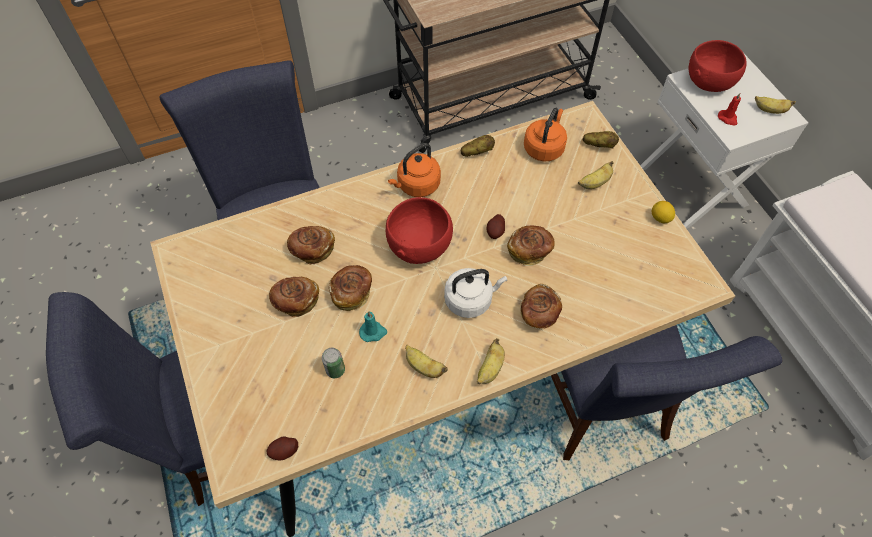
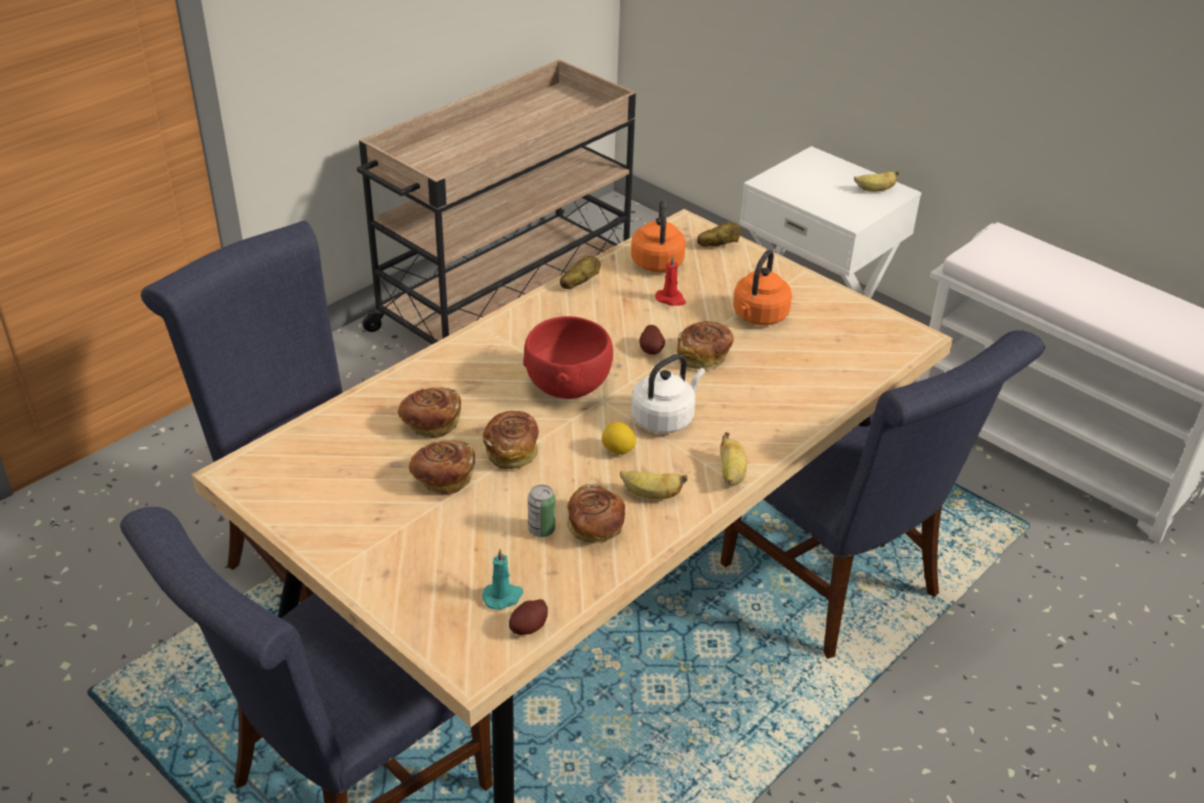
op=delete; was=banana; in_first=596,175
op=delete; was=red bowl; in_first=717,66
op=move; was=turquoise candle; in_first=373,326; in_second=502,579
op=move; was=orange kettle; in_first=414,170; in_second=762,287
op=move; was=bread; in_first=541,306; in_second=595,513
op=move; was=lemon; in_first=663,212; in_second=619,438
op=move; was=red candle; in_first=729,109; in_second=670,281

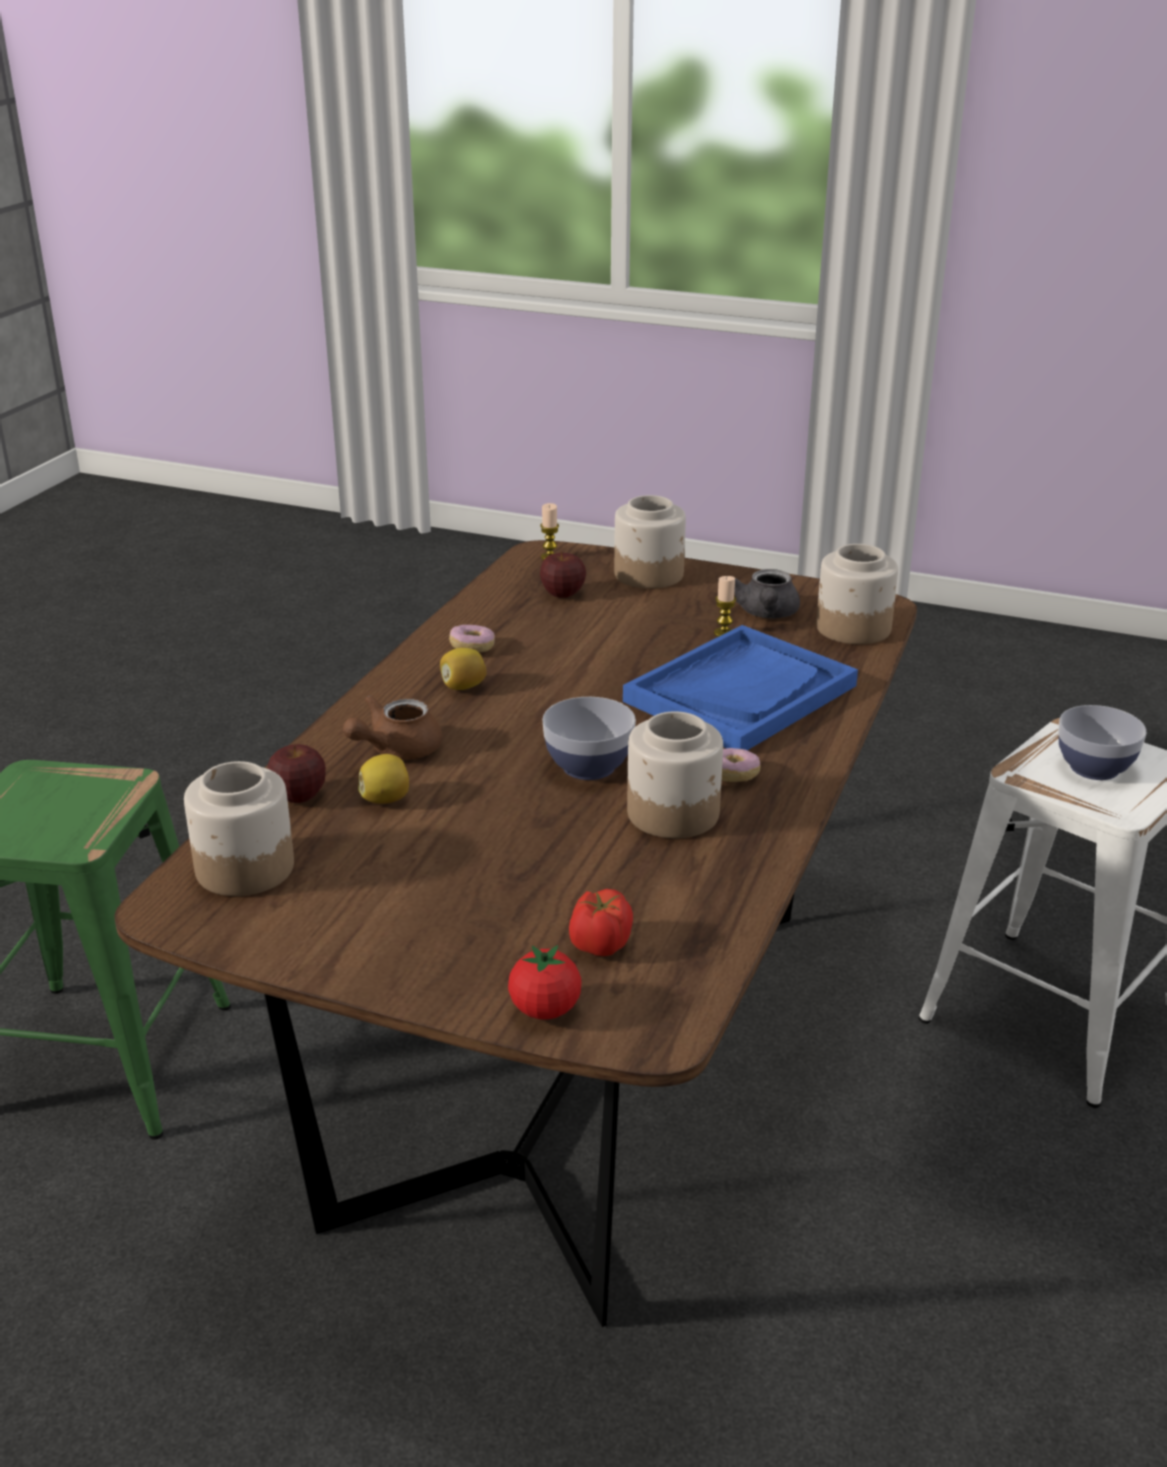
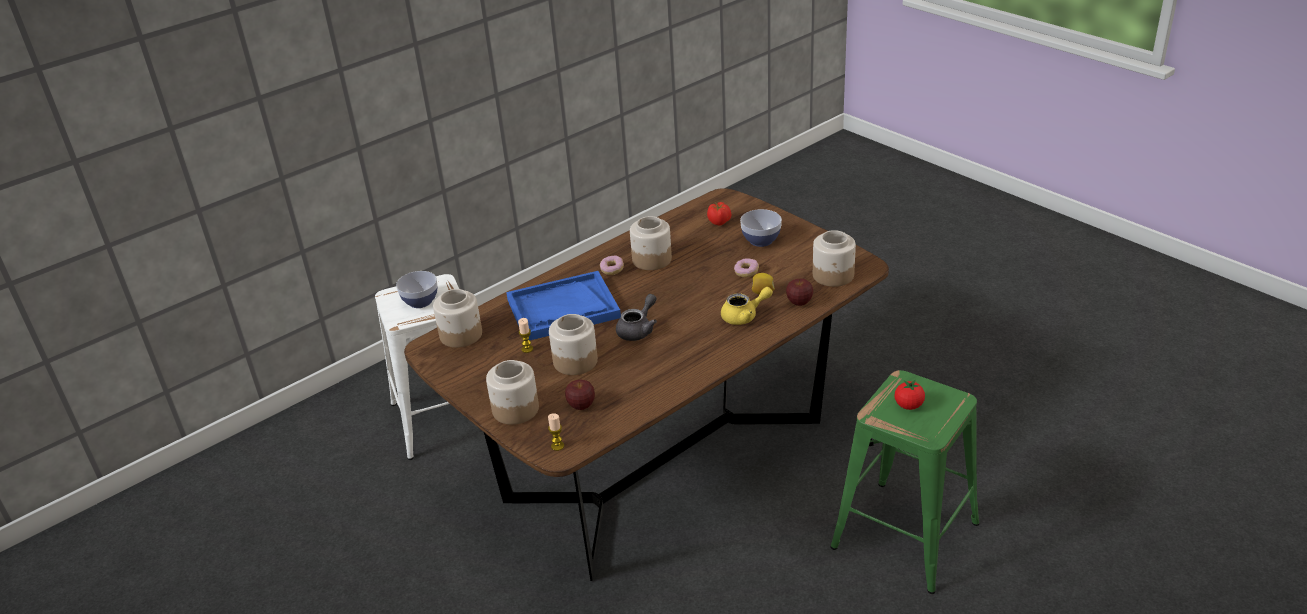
op=delete; was=lemon; in_first=463,669
op=insert; now=jar; in_second=573,344
op=move; was=donut; in_first=472,638; in_second=746,268
op=move; was=tomato; in_first=544,982; in_second=910,394
op=move; was=bowl; in_first=589,738; in_second=761,228
op=move; was=grey teapot; in_first=767,593; in_second=636,317
op=recolor; was=brown teapot; now=yellow teapot; in_first=392,727; in_second=747,306

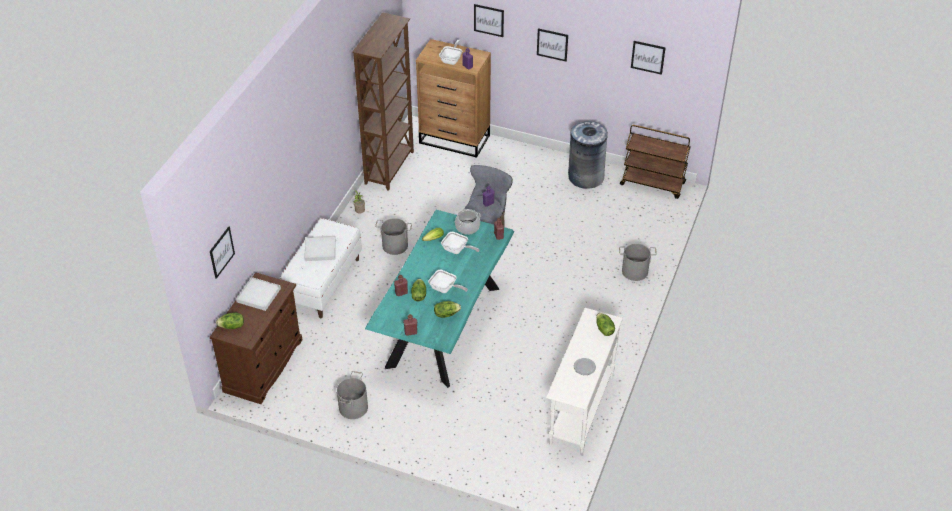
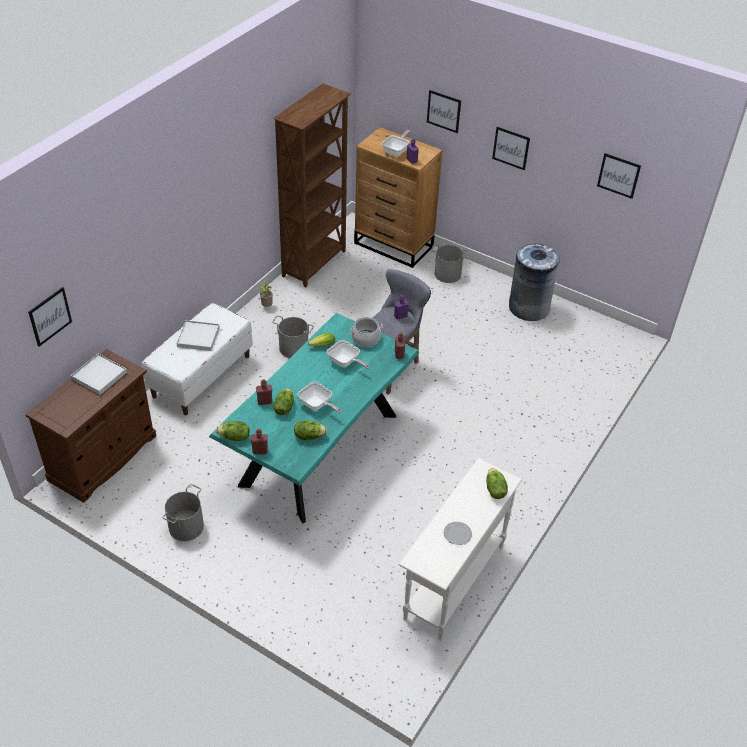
op=delete; was=brown cart; in_first=655,162
op=move; was=lettuce; in_first=230,320; in_second=232,431
op=move; was=grey bucket; in_first=638,262; in_second=450,264

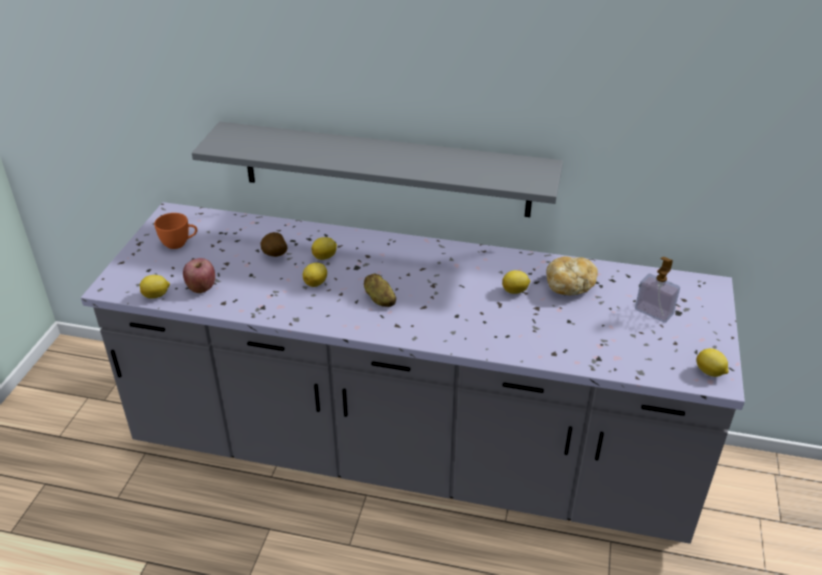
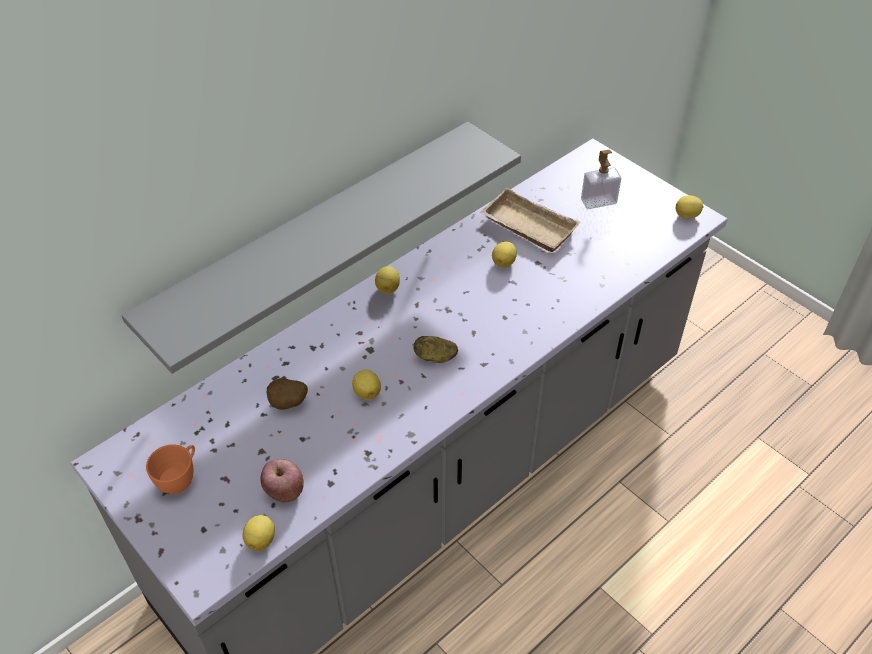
op=move; was=lemon; in_first=324,248; in_second=387,280
op=replace; was=bread; now=beige tray; in_first=572,275; in_second=530,220

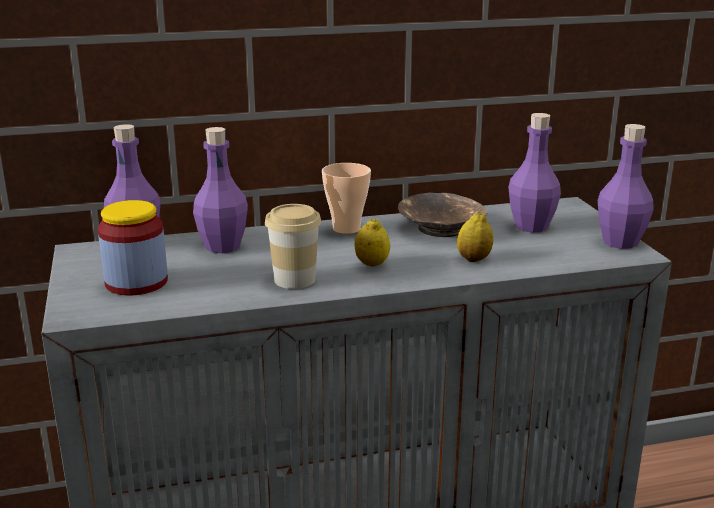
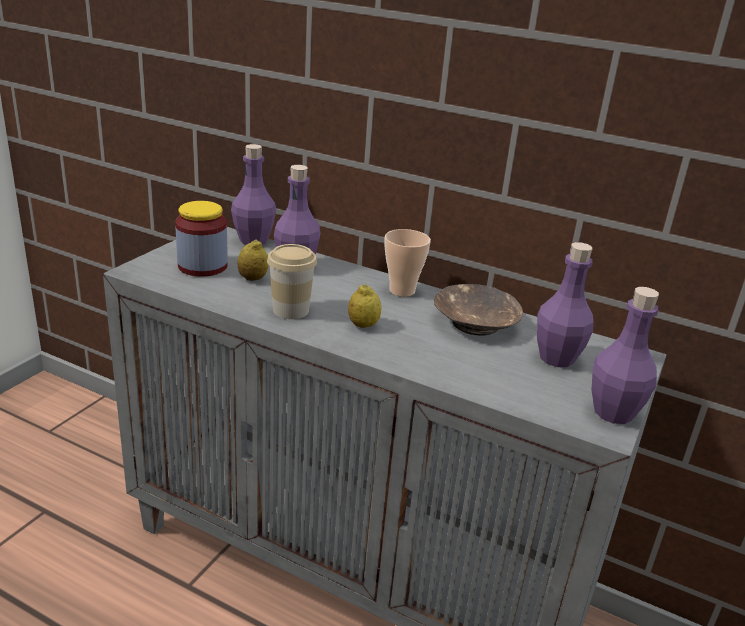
op=move; was=lemon; in_first=475,237; in_second=253,260

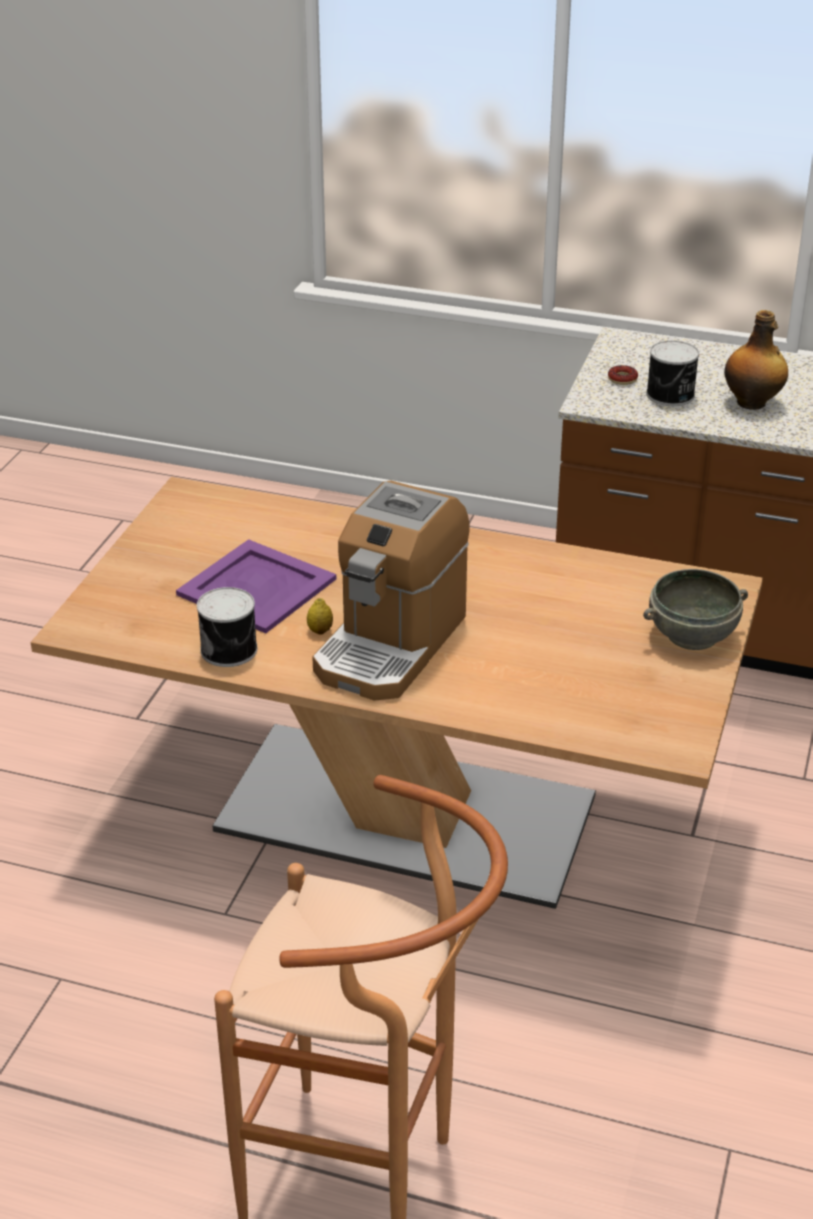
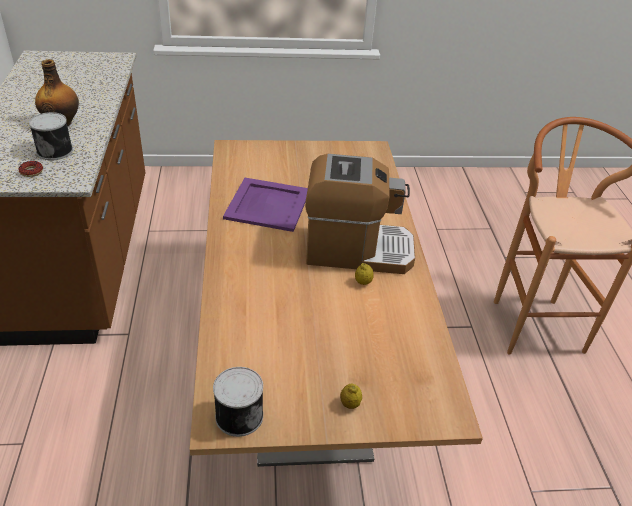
op=delete; was=grey bowl; in_first=695,609
op=insert; now=lemon; in_second=351,396
op=move; was=purple tray; in_first=256,586; in_second=265,205
op=move; was=can; in_first=227,627; in_second=238,402

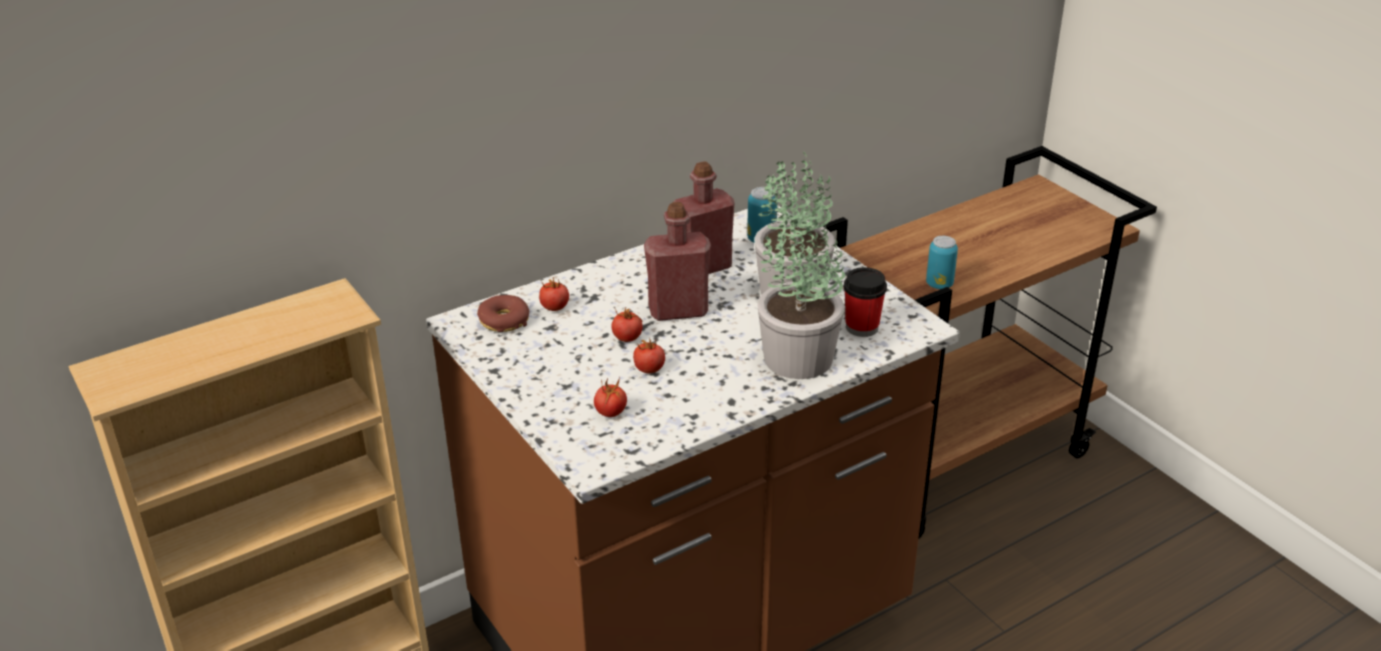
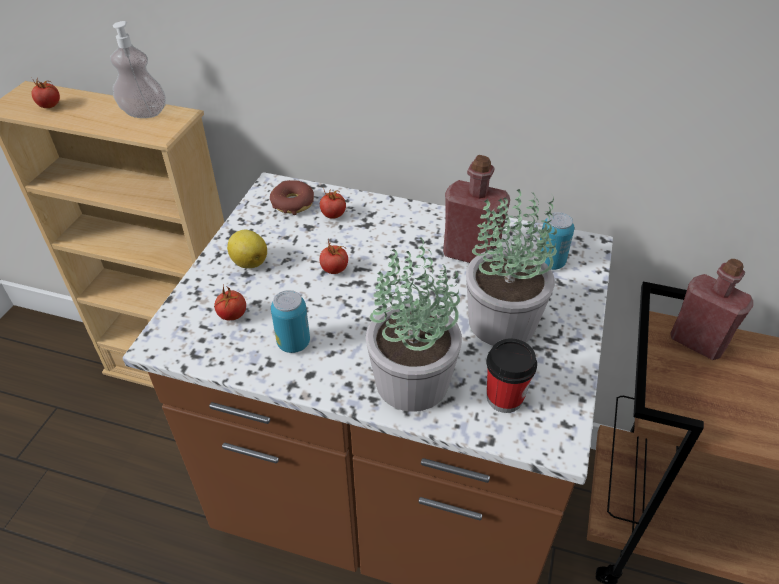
op=insert; now=soap dispenser; in_second=138,69
op=insert; now=lemon; in_second=247,249
op=move; was=tomato; in_first=649,355; in_second=45,92
op=move; was=red bottle; in_first=677,261; in_second=712,309
op=move; was=can; in_first=942,262; in_second=290,321

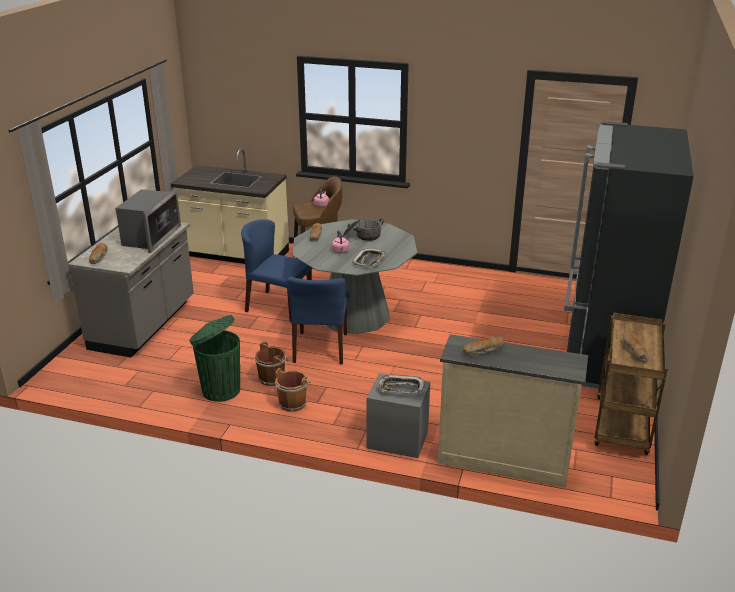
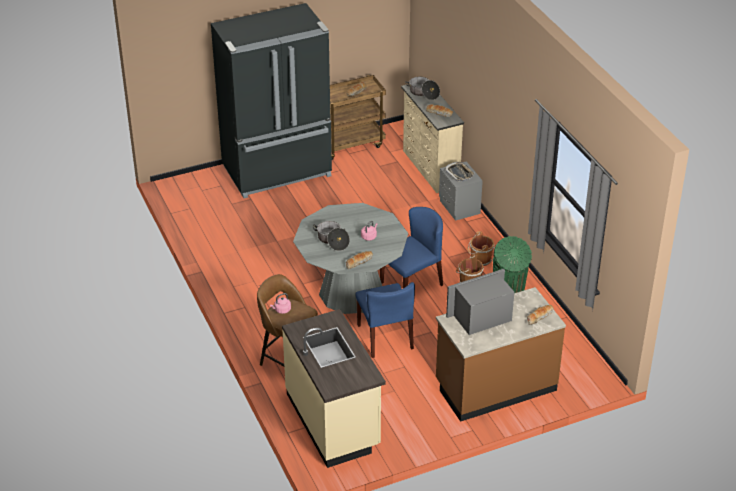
op=delete; was=tray; in_first=369,257
op=insert; now=cooking pot; in_second=422,88
op=recolor; was=grey counter; now=brown counter; in_first=131,290; in_second=501,354

